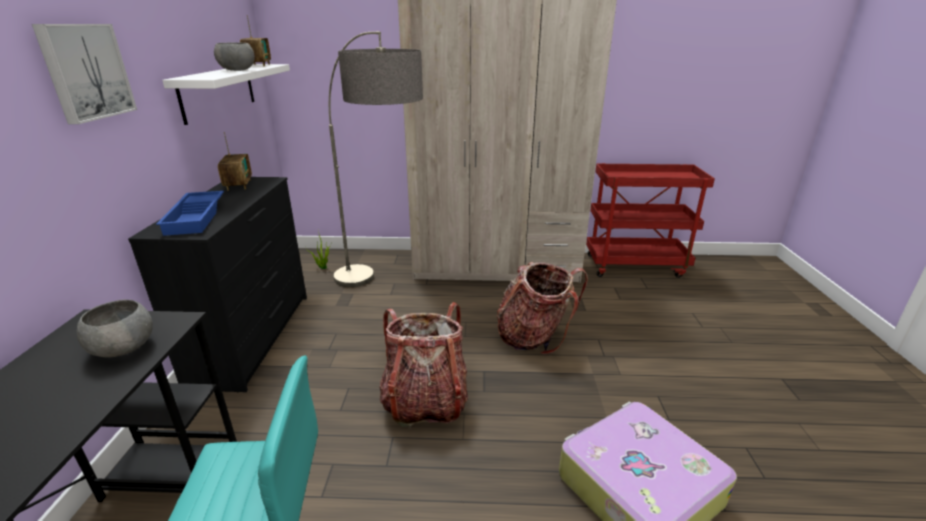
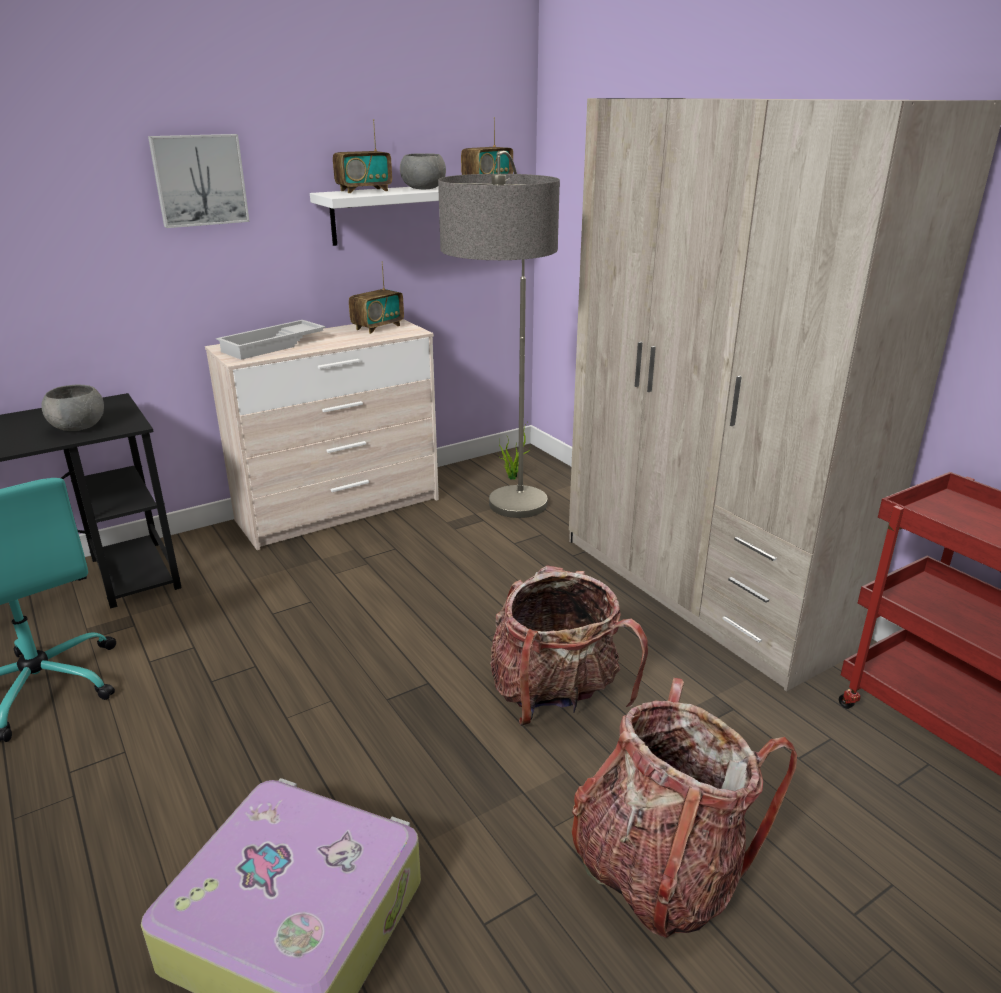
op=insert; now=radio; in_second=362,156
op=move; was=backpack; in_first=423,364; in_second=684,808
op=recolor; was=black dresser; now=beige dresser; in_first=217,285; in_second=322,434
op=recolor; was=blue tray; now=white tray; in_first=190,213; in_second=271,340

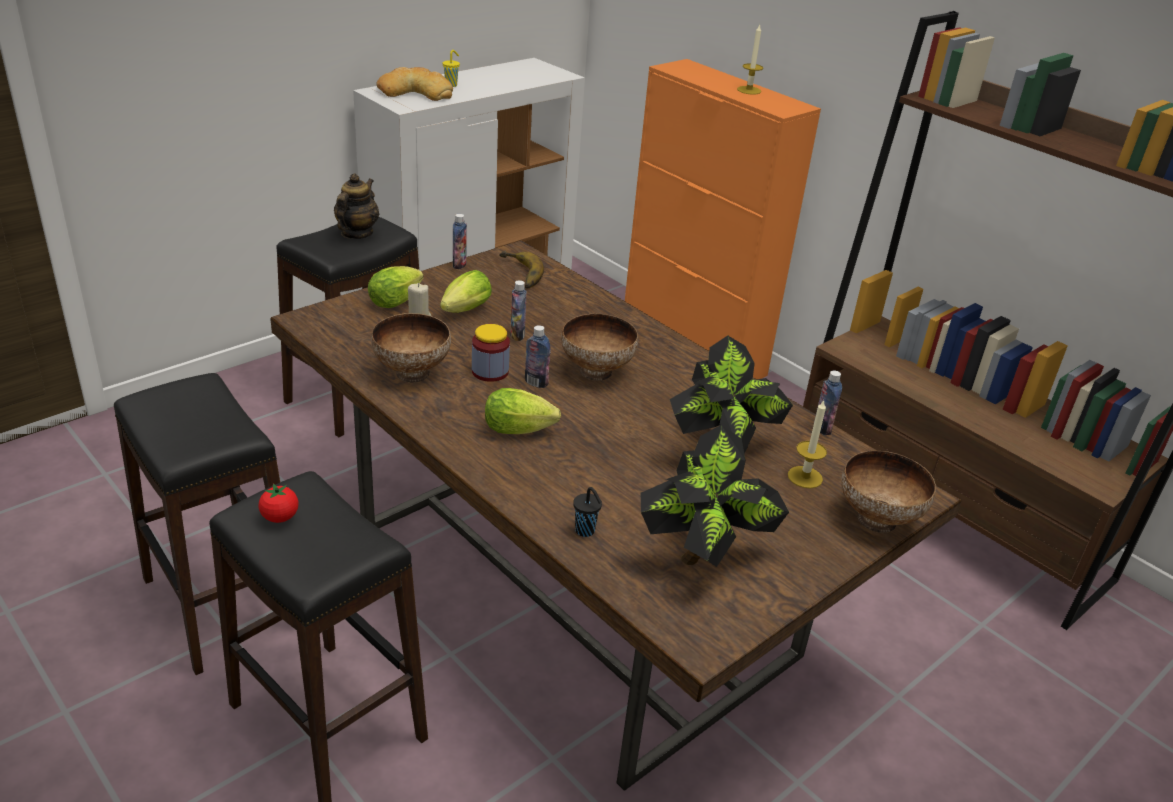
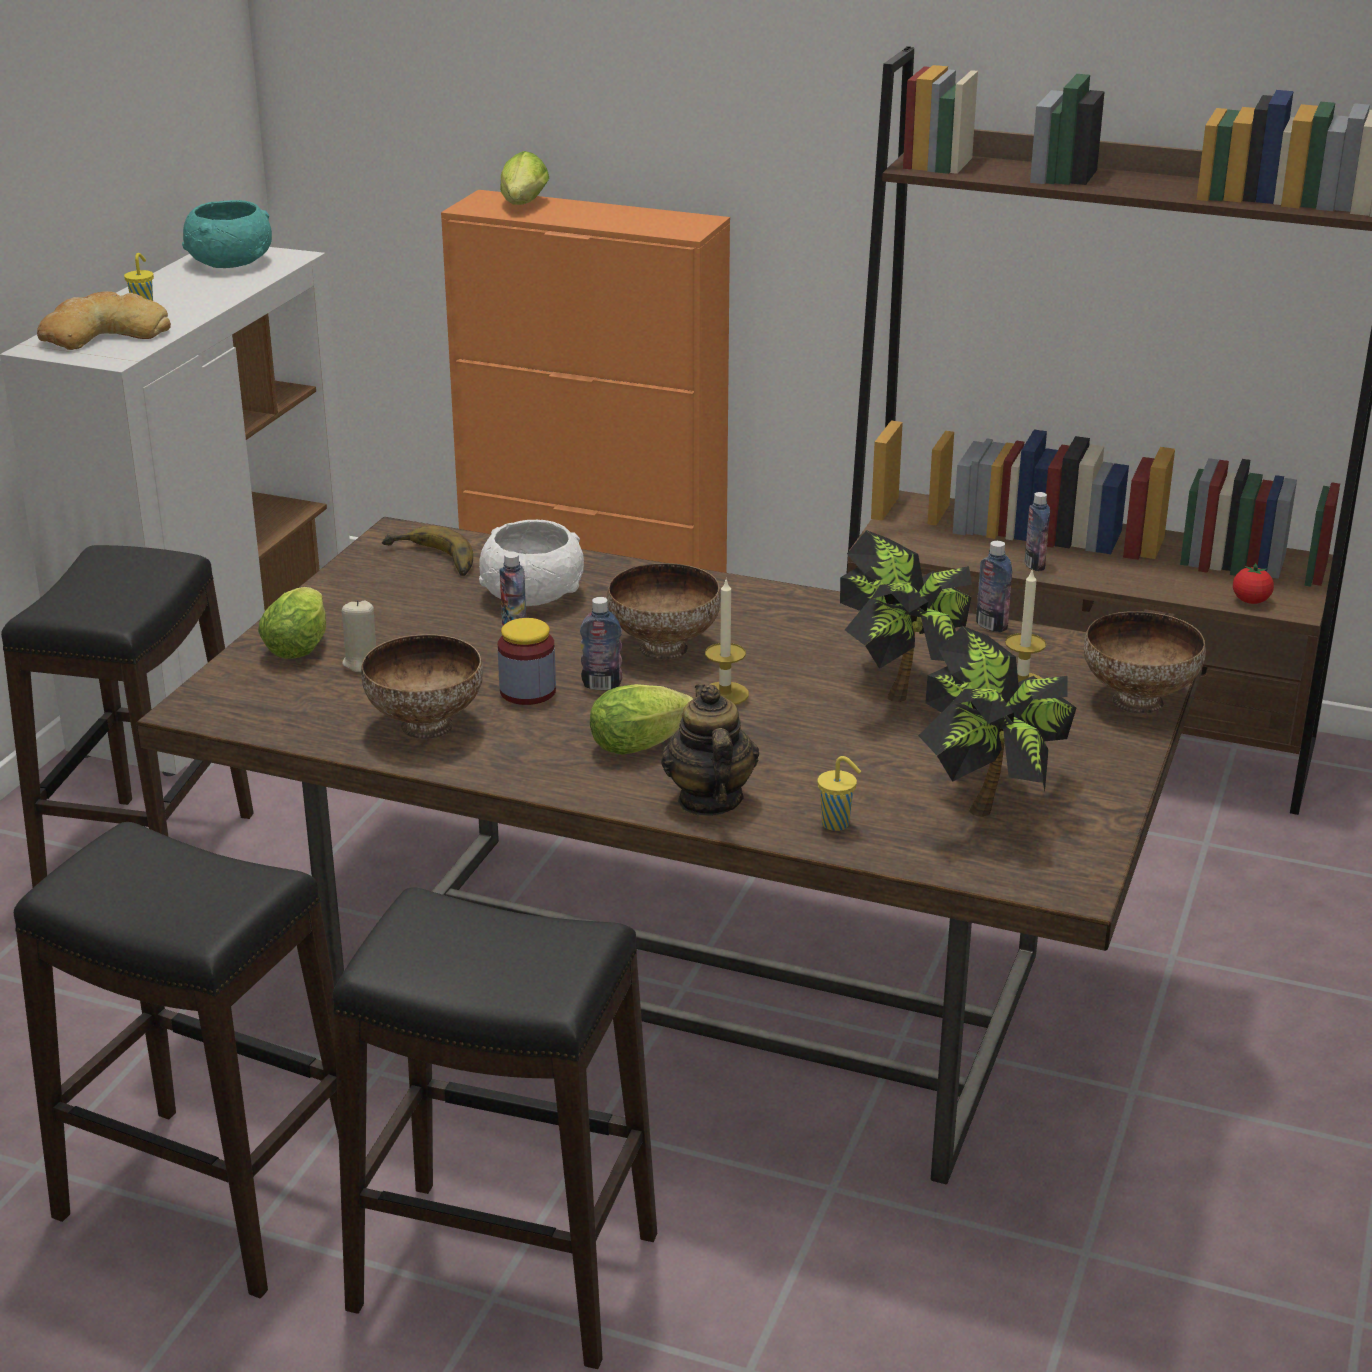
op=insert; now=turquoise bowl; in_second=227,234
op=insert; now=white bowl; in_second=531,563
op=move; was=tomato; in_first=278,503; in_second=1253,583
op=move; was=teapot; in_first=356,206; in_second=710,750
op=move; was=lettuce; in_first=466,291; in_second=524,178
op=move; was=bottle; in_first=460,241; in_second=1037,531
op=move; was=candle; in_first=750,59; in_second=727,641
op=recolor; was=black cup; now=yellow cup; in_first=587,512; in_second=839,793

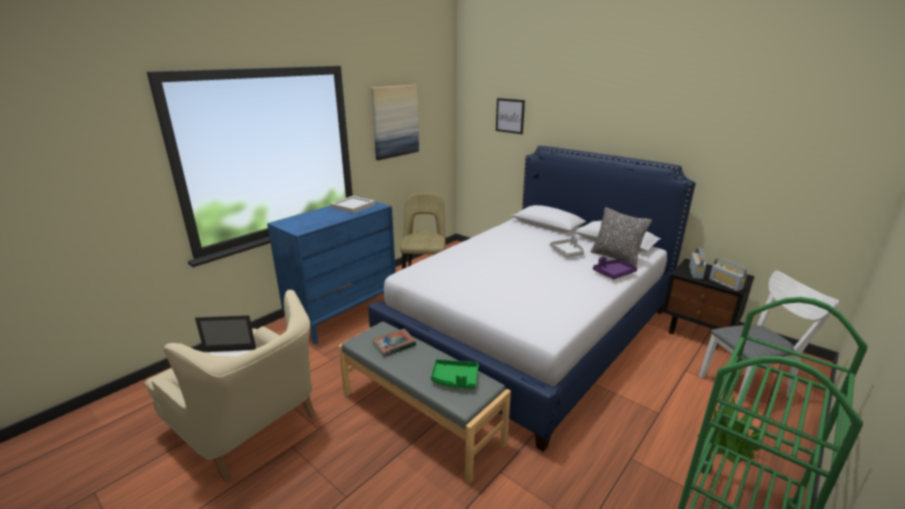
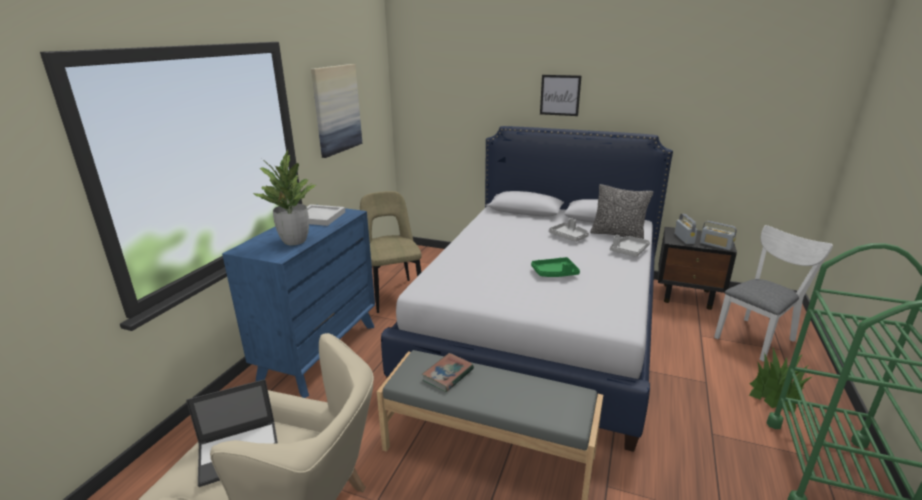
op=insert; now=potted plant; in_second=284,197
op=move; was=green tray; in_first=455,374; in_second=555,267
op=move; was=picture; in_first=510,116; in_second=561,95
op=recolor; was=purple tray; now=grey tray; in_first=615,267; in_second=630,246

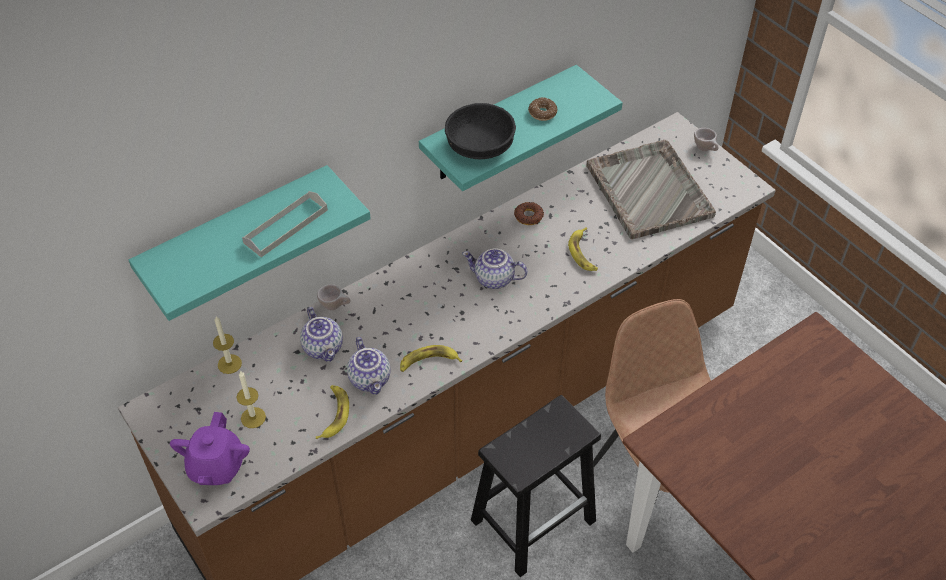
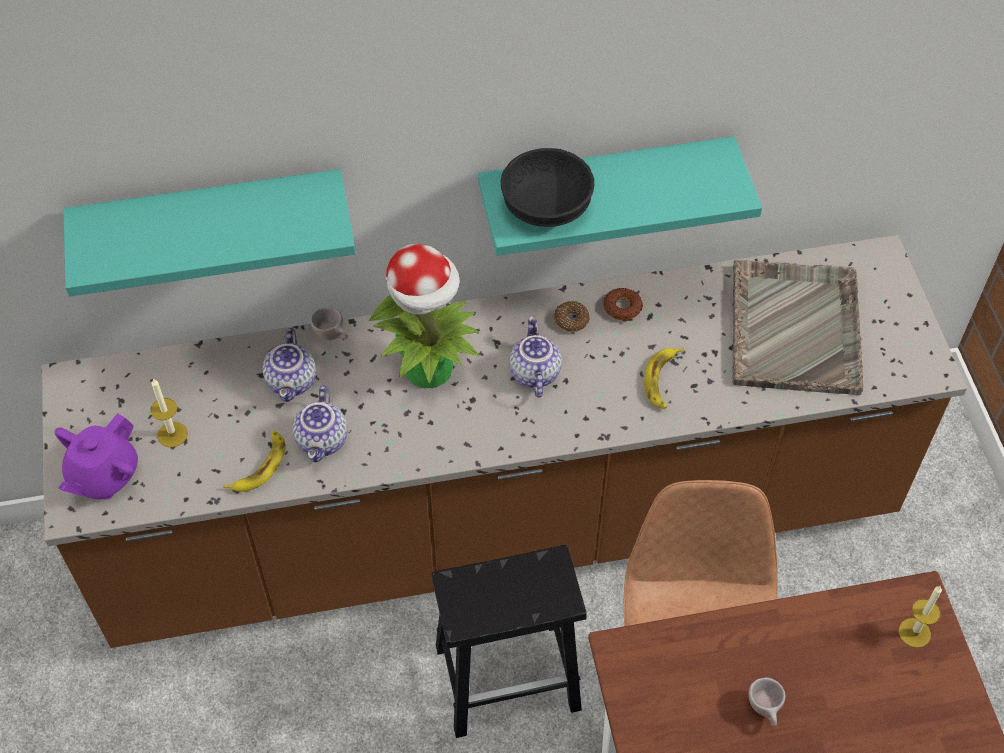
op=delete; was=grey tray; in_first=285,224
op=delete; was=banana; in_first=431,358
op=insert; now=potted plant; in_second=424,316
op=move; was=candle; in_first=227,345; in_second=920,617
op=move; was=donut; in_first=542,109; in_second=572,316
op=move; was=beige cup; in_first=706,139; in_second=766,702
op=rotate; was=teapot; in_first=494,268; in_second=535,357; clockwise=45

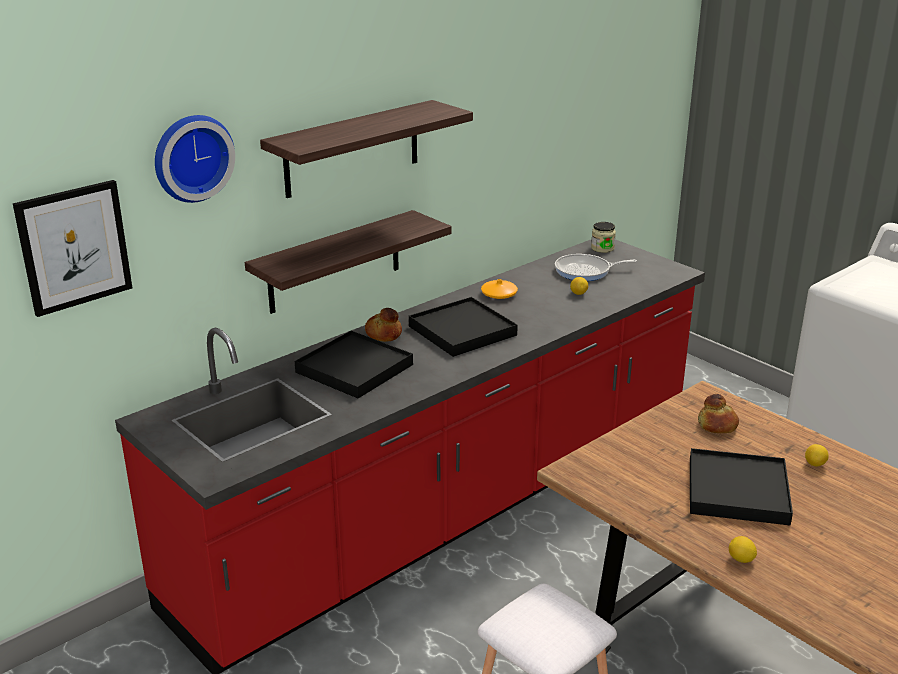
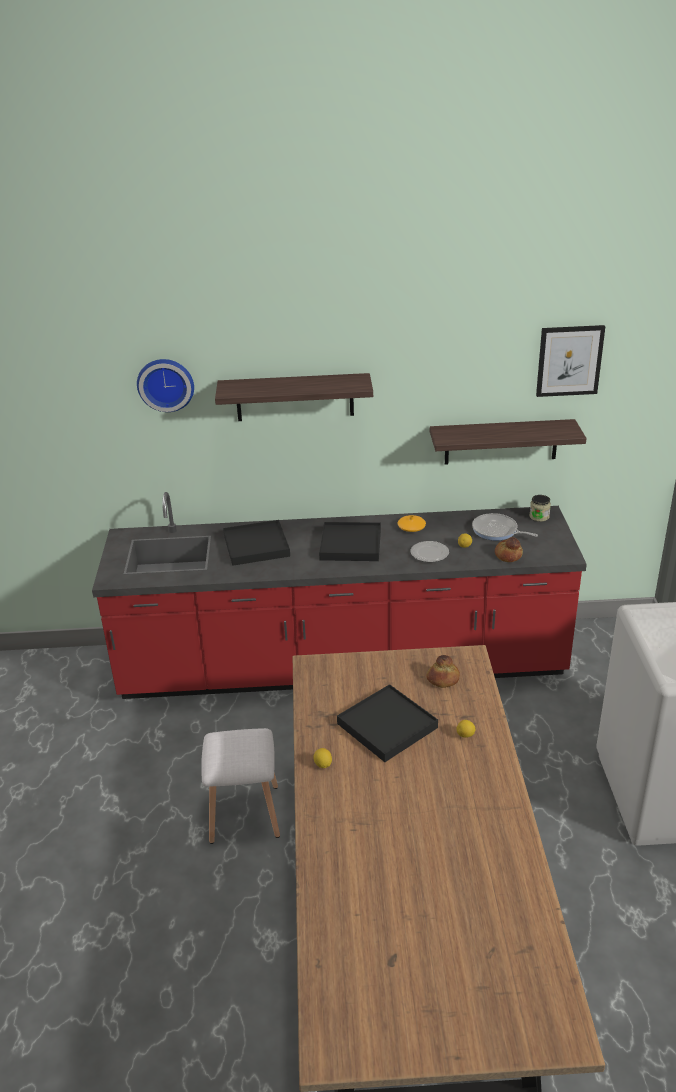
op=insert; now=plate; in_second=429,551
op=move; was=picture; in_first=72,248; in_second=570,361
op=move; was=shelf; in_first=348,262; in_second=508,442
op=move; was=bread; in_first=383,325; in_second=509,549

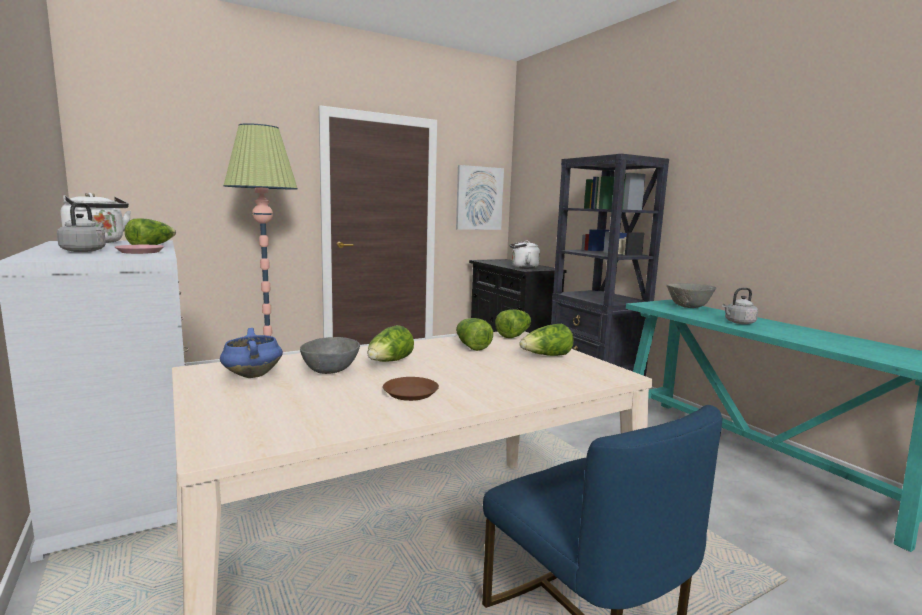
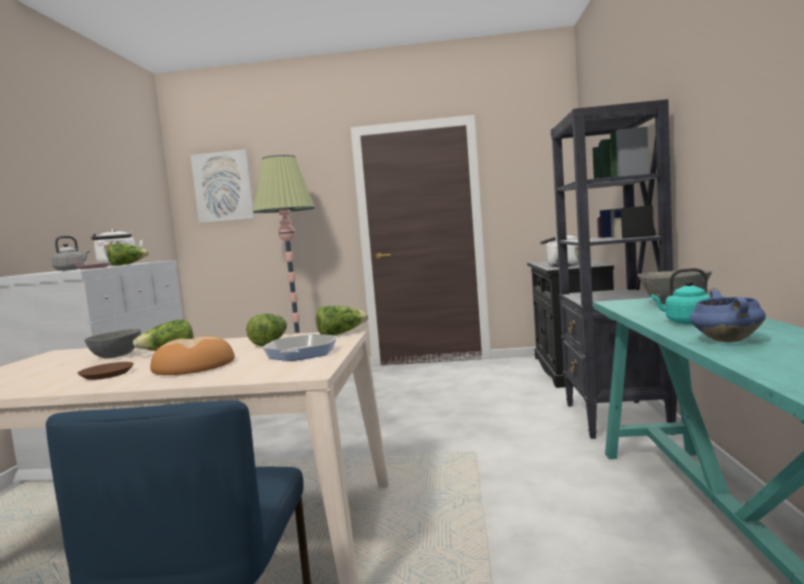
op=insert; now=bread; in_second=192,355
op=move; was=blue cooking pot; in_first=251,353; in_second=728,316
op=move; was=picture; in_first=480,197; in_second=223,186
op=replace; was=lettuce; now=frying pan; in_first=546,340; in_second=299,347
op=recolor; was=grey kettle; now=turquoise kettle; in_first=740,306; in_second=680,296

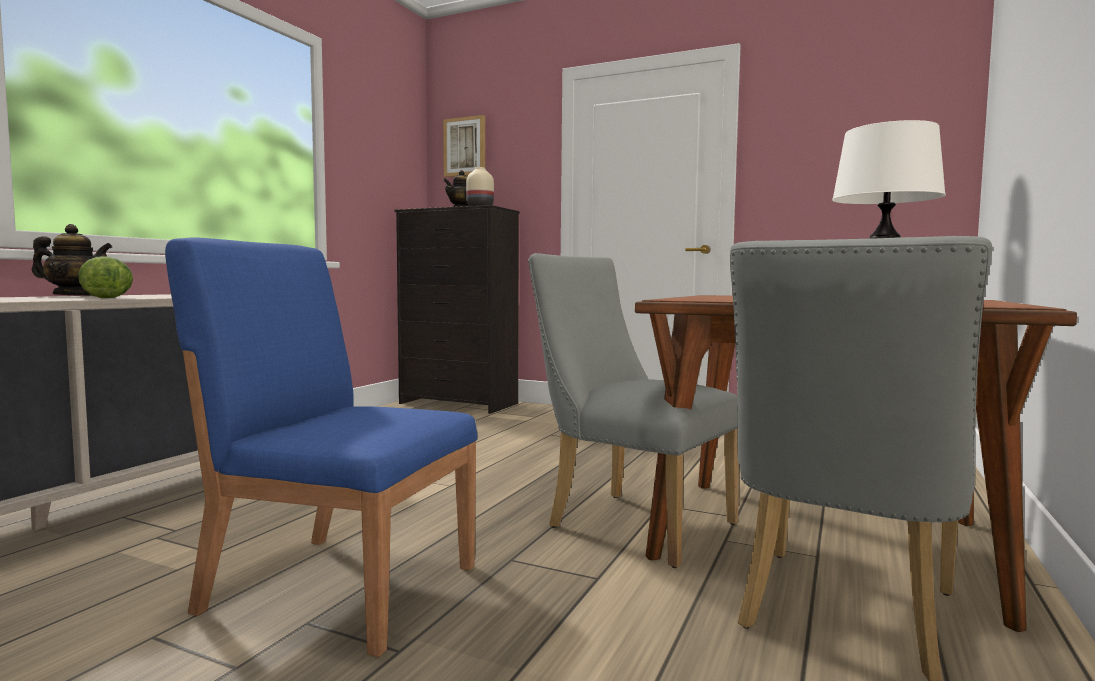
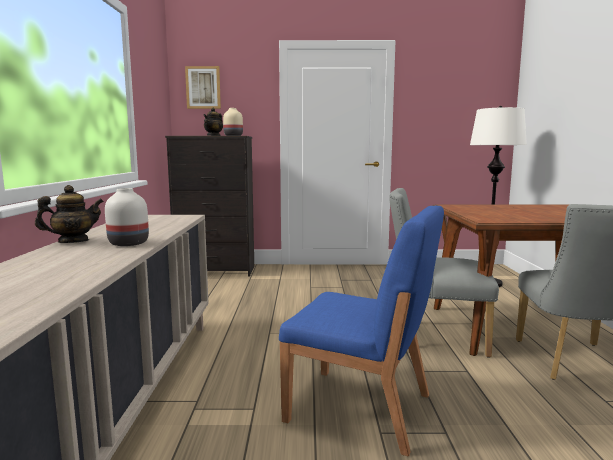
op=replace; was=lettuce; now=white vase; in_first=105,277; in_second=127,217
op=rotate; was=blue chair; in_first=321,447; in_second=361,331; clockwise=-150

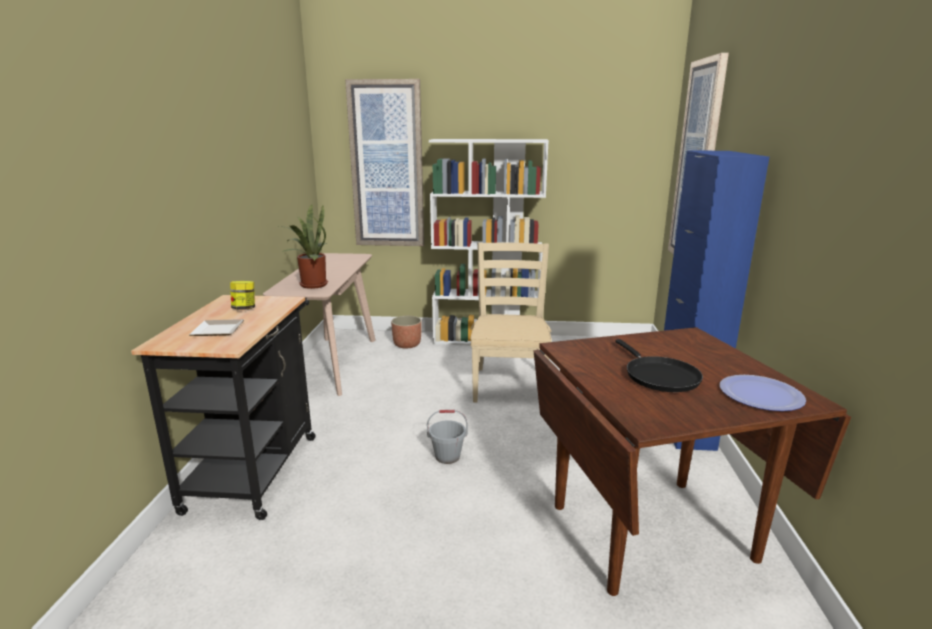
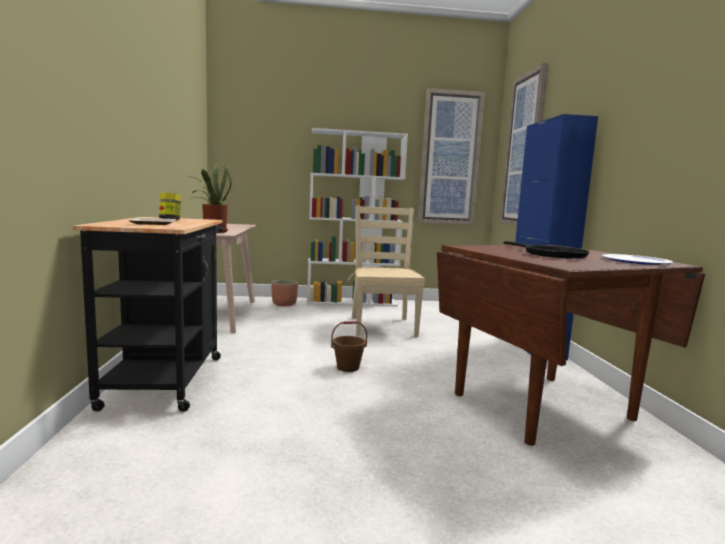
op=move; was=picture; in_first=384,162; in_second=451,156
op=recolor; was=grey bucket; now=brown bucket; in_first=447,437; in_second=349,346

